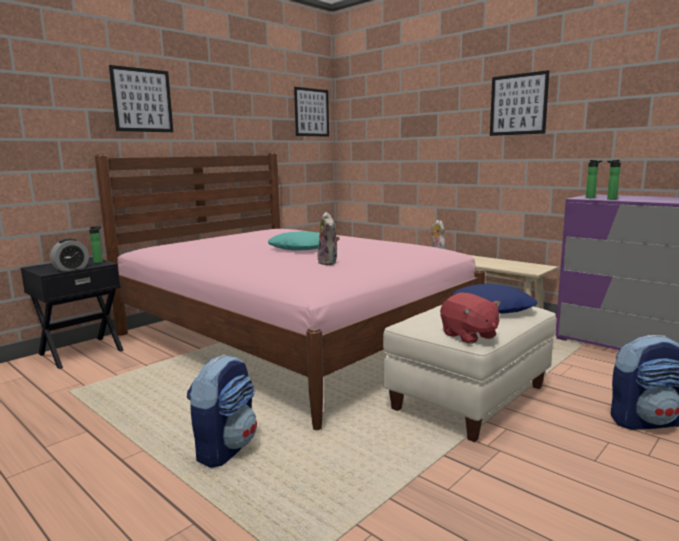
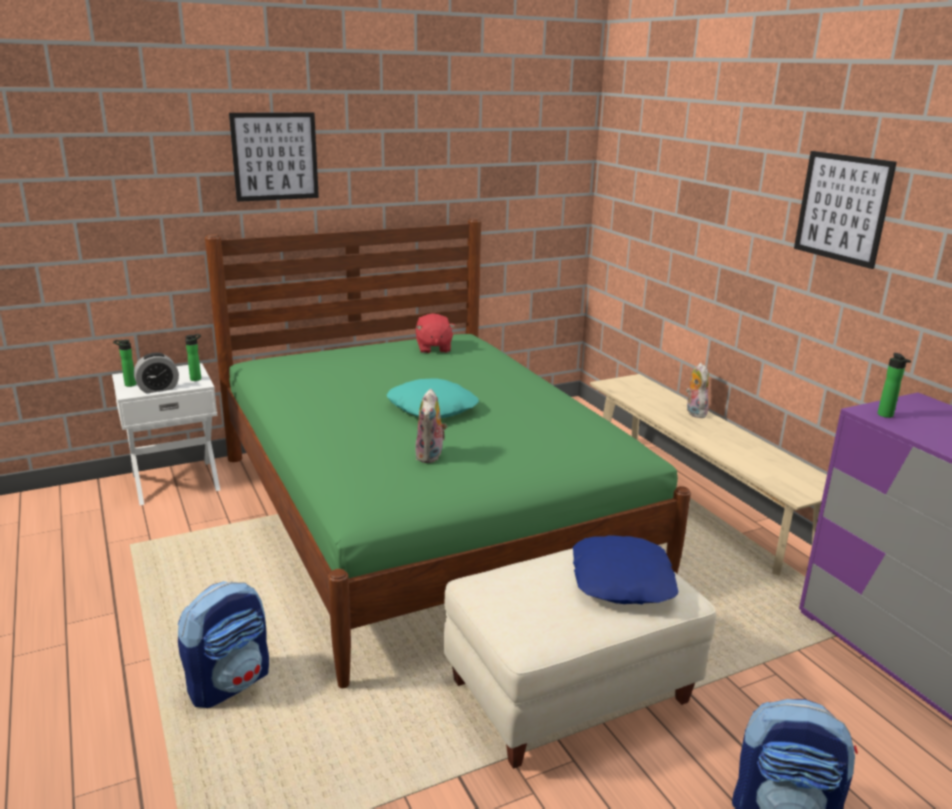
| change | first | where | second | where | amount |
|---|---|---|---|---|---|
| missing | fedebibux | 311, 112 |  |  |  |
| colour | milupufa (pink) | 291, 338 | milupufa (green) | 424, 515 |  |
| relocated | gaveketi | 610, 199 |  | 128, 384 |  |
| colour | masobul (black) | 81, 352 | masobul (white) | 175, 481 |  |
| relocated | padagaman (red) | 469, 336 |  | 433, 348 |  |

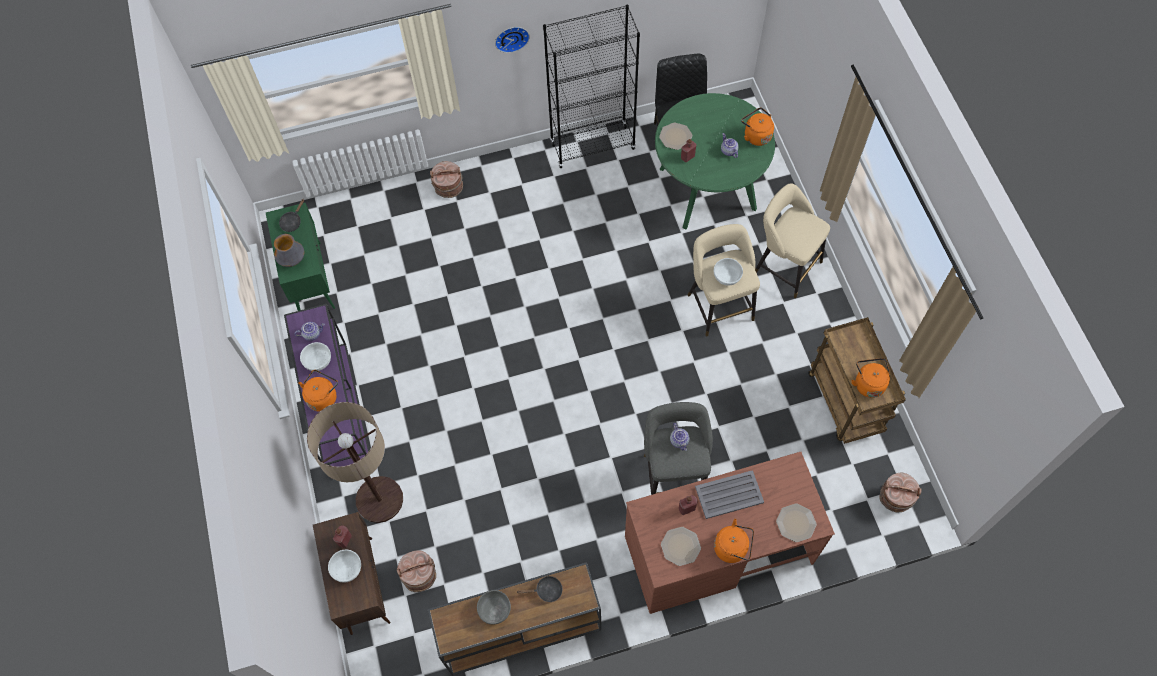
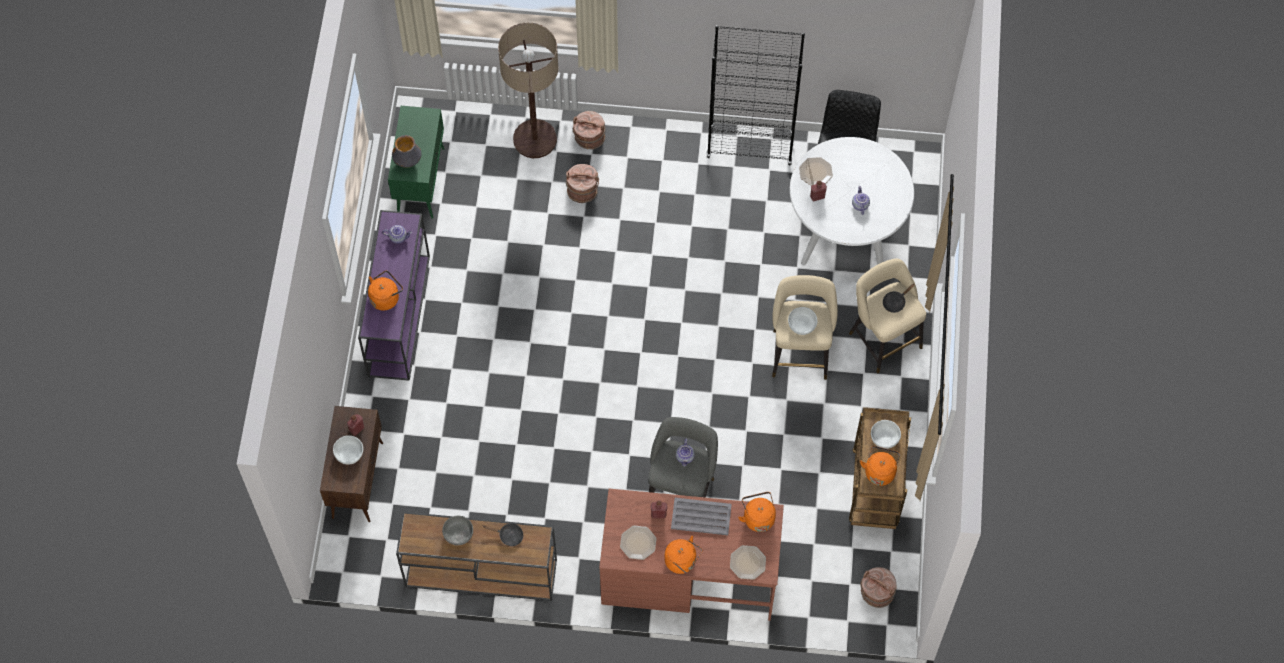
| change | first | where | second | where | amount |
|---|---|---|---|---|---|
| missing | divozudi | 511, 37 |  |  |  |
| colour | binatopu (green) | 707, 188 | binatopu (white) | 845, 232 |  |
| relocated | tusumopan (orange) | 756, 135 |  | 758, 517 |  |
| relocated | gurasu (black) | 292, 221 |  | 895, 302 |  |
| relocated | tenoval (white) | 317, 360 |  | 884, 438 |  |
| relocated | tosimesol | 379, 499 |  | 535, 139 |  |
| relocated | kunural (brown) | 419, 575 |  | 582, 191 |  |

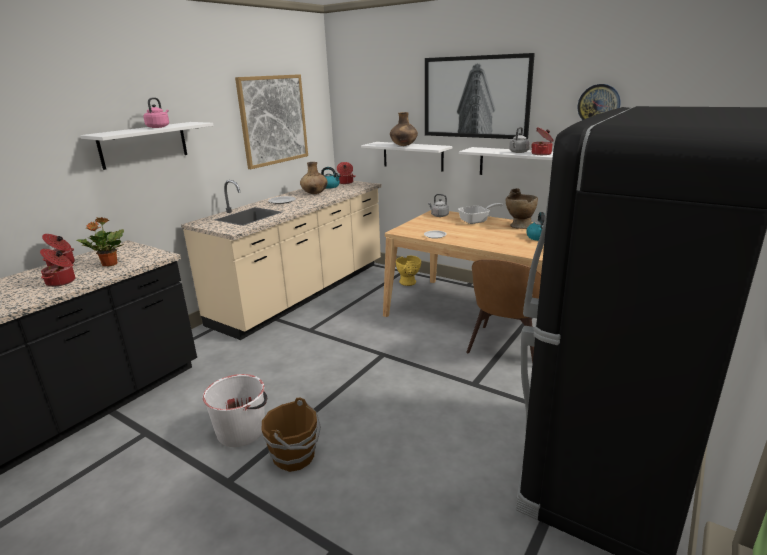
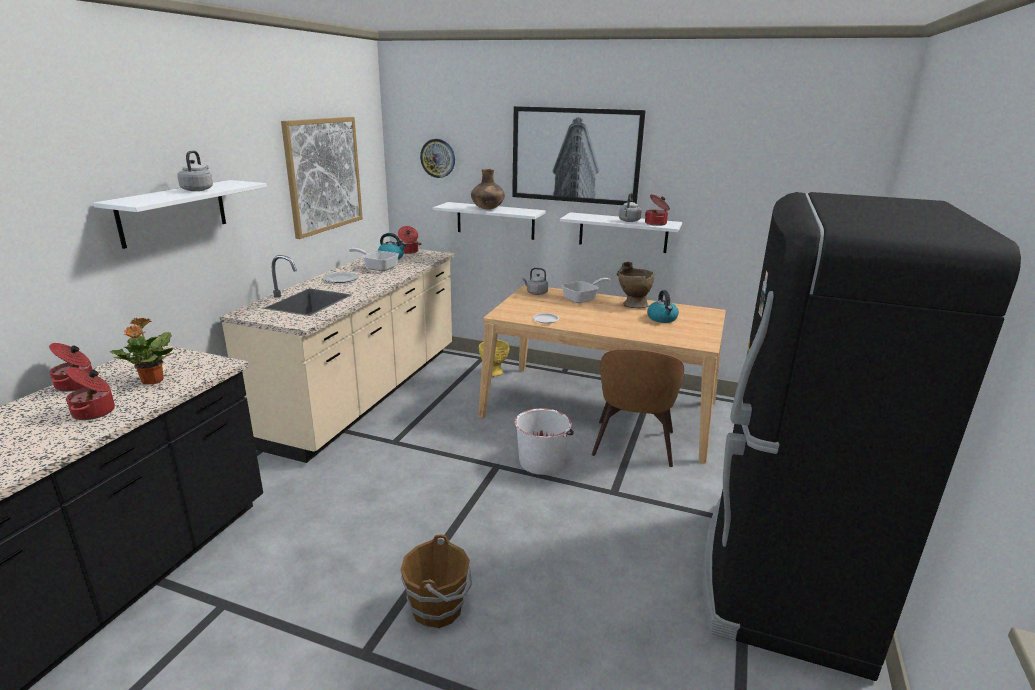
| change | first | where | second | where | amount |
|---|---|---|---|---|---|
| relocated | divozudi | 598, 105 |  | 438, 158 |  |
| colour | tusumopan (pink) | 159, 127 | tusumopan (grey) | 198, 189 |  |
| exchanged | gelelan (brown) | 314, 193 | gurasu | 377, 267 |  |
| relocated | kunural (white) | 242, 431 |  | 542, 462 |  |

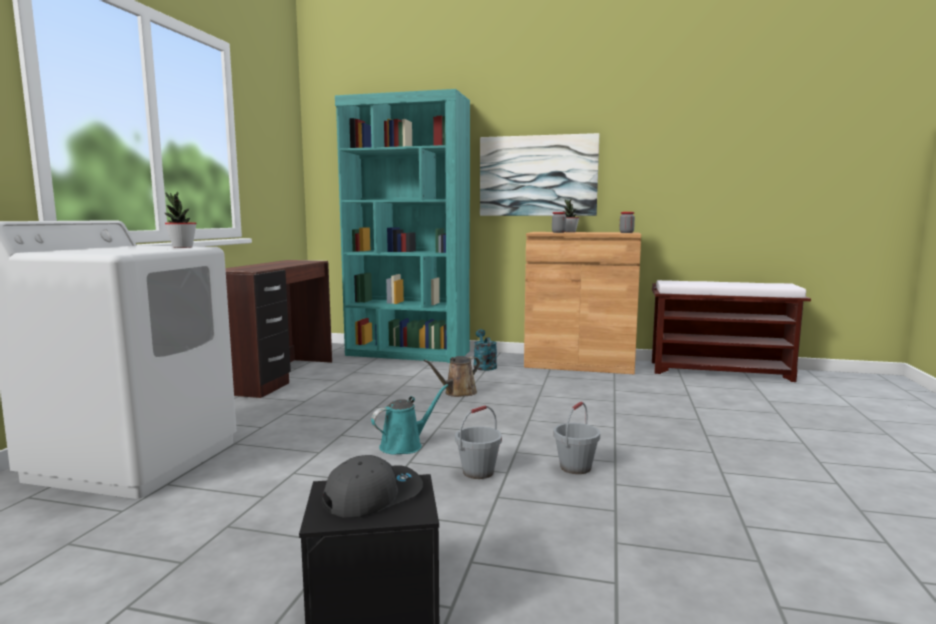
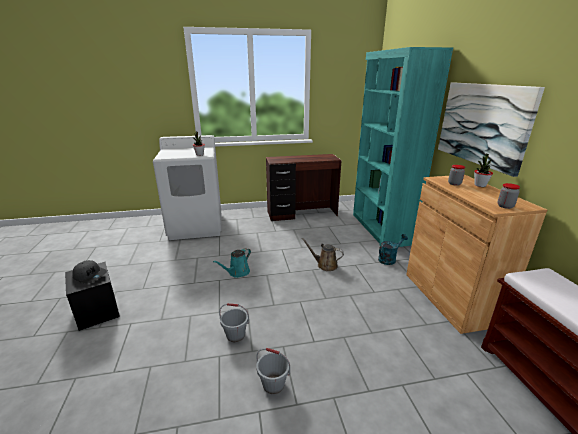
| change | first | where | second | where | amount |
|---|---|---|---|---|---|
| spun | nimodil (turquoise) | 404, 445 |  | 237, 273 | 105 degrees clockwise |
| relocated | kunural (grey) | 478, 472 |  | 273, 384 |  |

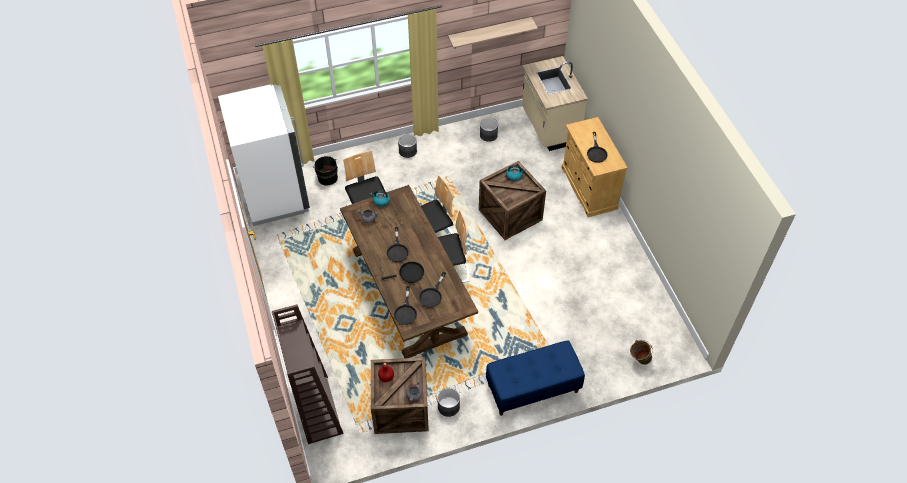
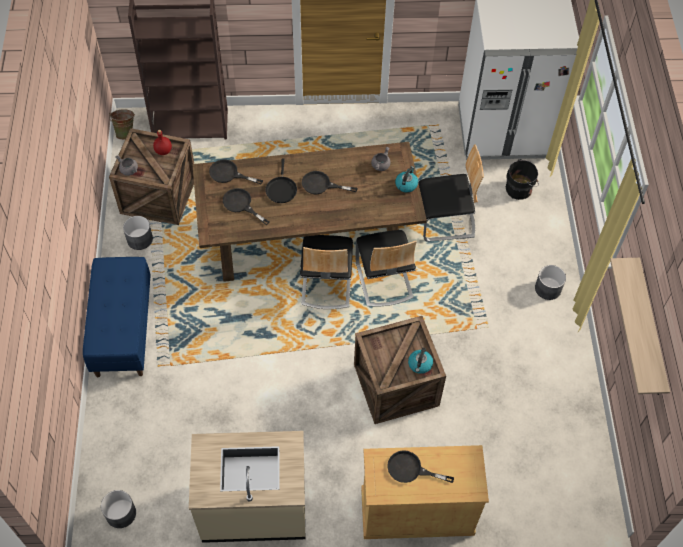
| change | first | where | second | where | amount |
|---|---|---|---|---|---|
| relocated | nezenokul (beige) | 549, 127 |  | 254, 506 |  |
| relocated | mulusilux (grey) | 488, 135 |  | 120, 513 |  |
| relocated | kunural (green) | 638, 360 |  | 126, 132 |  |

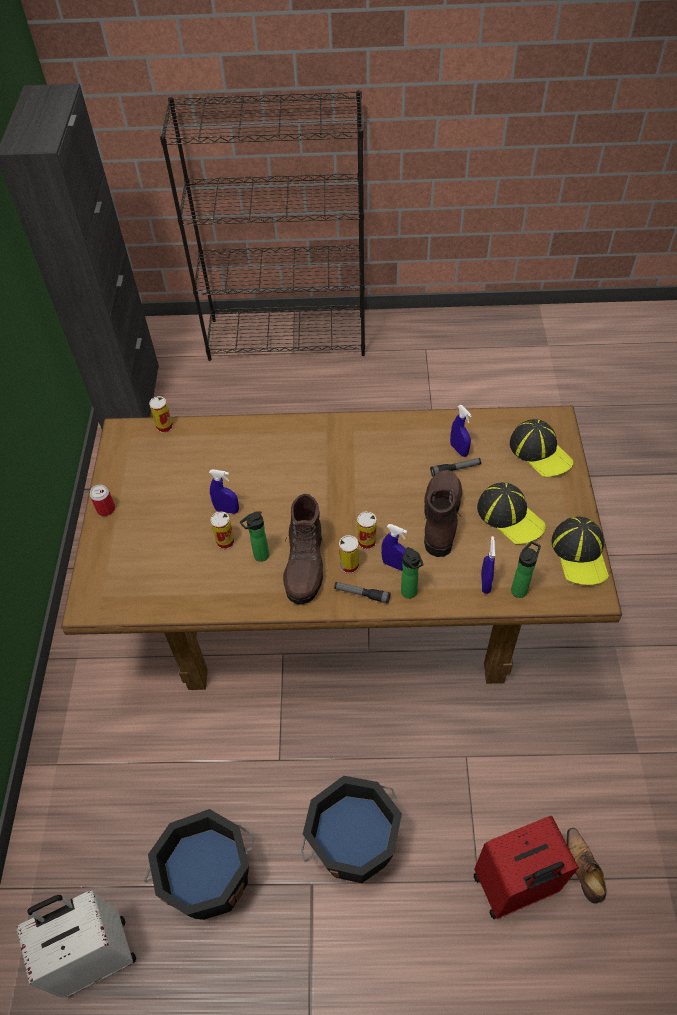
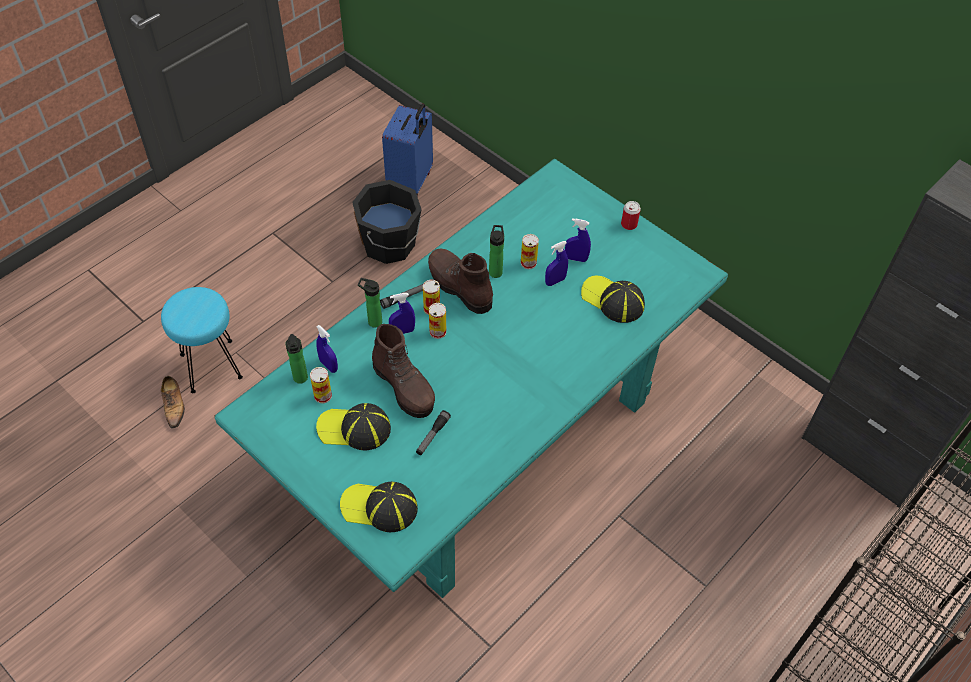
| change | first | where | second | where | amount |
|---|---|---|---|---|---|
| relocated | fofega | 164, 427 |  | 323, 396 |  |
| relocated | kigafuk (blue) | 459, 450 |  | 576, 258 |  |
| colour | binatopu (brown) | 345, 603 | binatopu (turquoise) | 482, 439 |  |
| relocated | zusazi | 580, 554 |  | 612, 300 |  |
| missing | kunural (black) | 353, 844 |  |  |  |
| exchanged | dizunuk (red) | 514, 886 | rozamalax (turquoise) | 211, 365 |  |
| spun | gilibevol | 583, 868 |  | 174, 405 | 45 degrees clockwise |
| colour | dizunuk (white) | 96, 953 | dizunuk (blue) | 411, 182 |  |

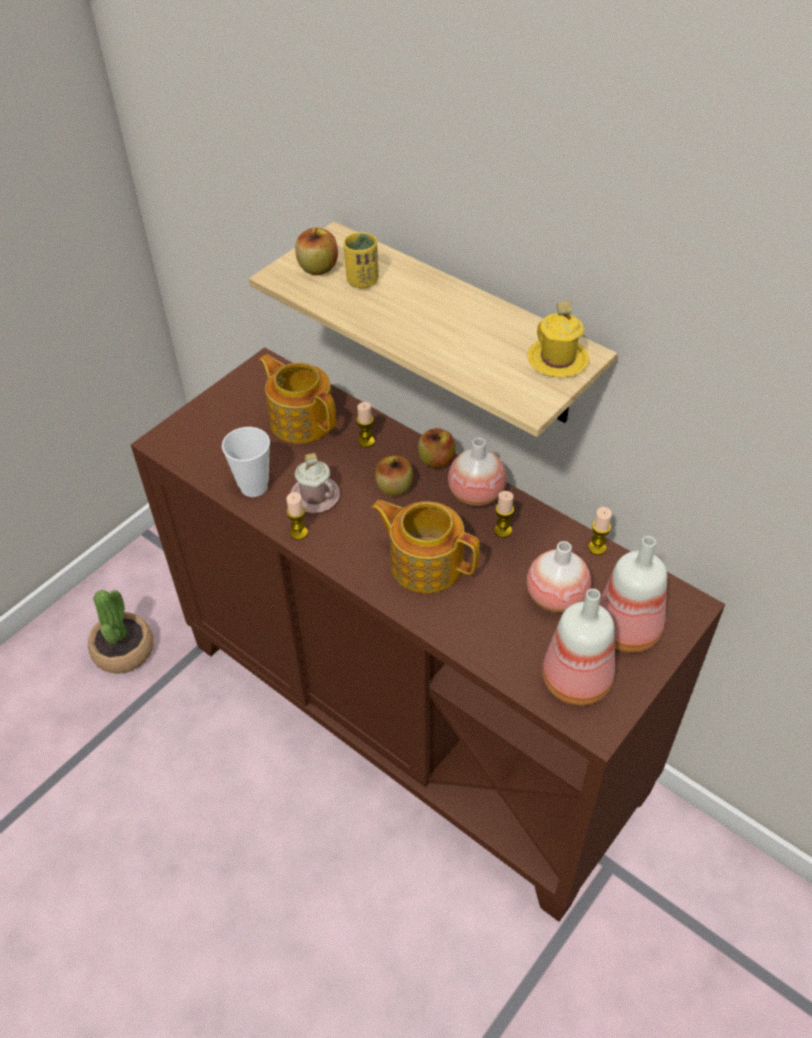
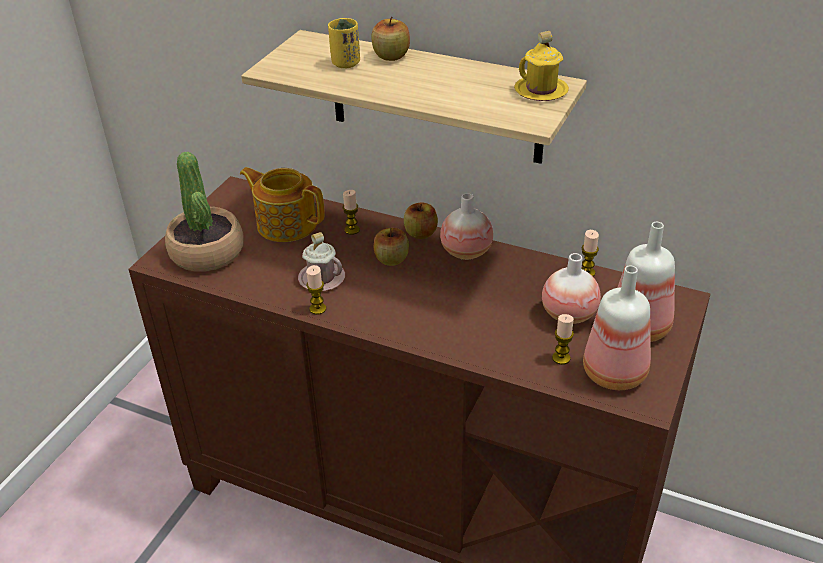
| change | first | where | second | where | amount |
|---|---|---|---|---|---|
| relocated | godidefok | 318, 268 |  | 391, 56 |  |
| missing | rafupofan | 254, 487 |  |  |  |
| relocated | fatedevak | 503, 530 |  | 561, 358 |  |
| missing | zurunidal | 425, 563 |  |  |  |
| relocated | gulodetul | 124, 650 |  | 207, 252 |  |

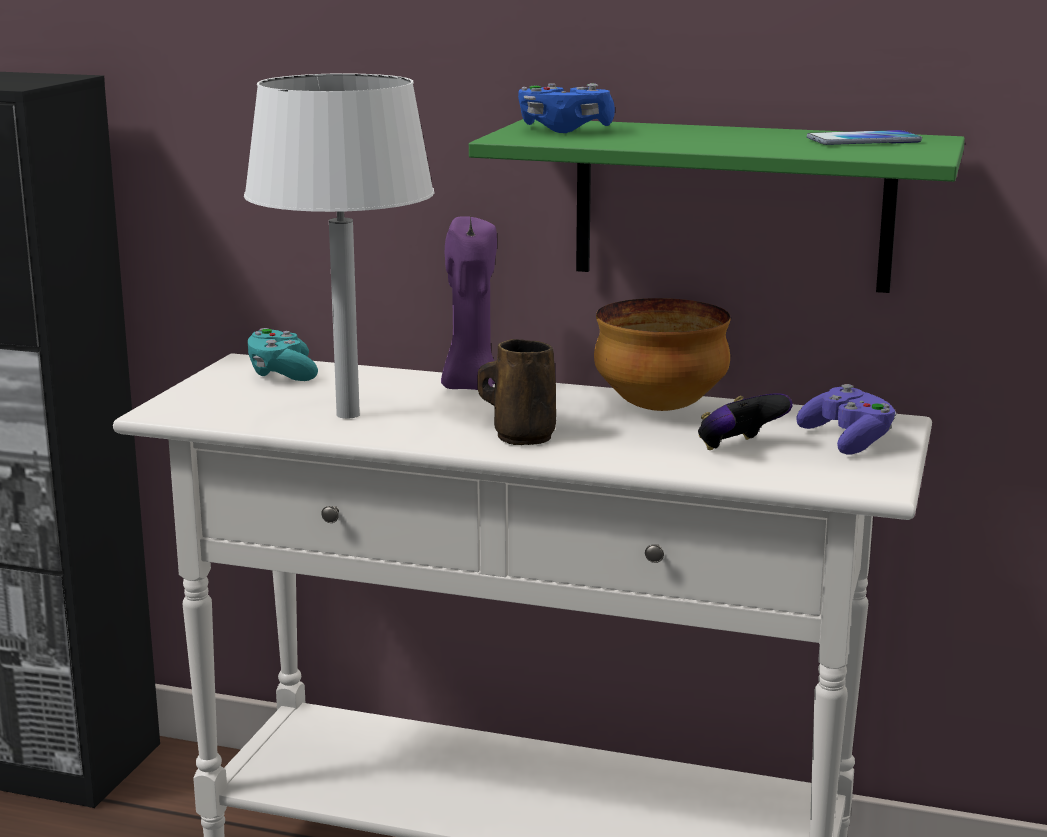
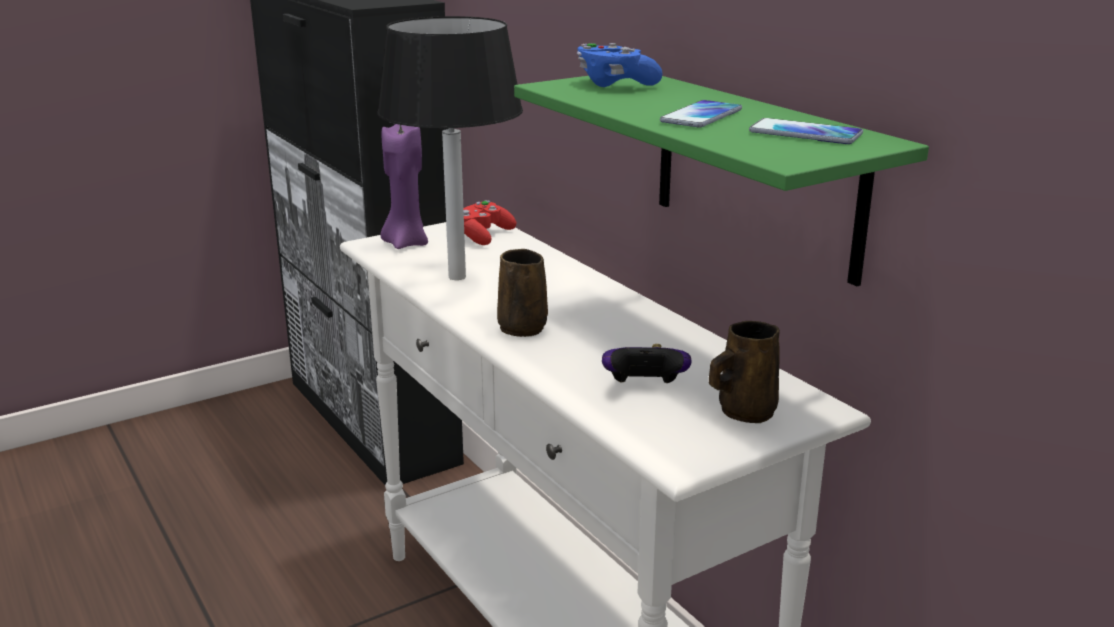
| change | first | where | second | where | amount |
|---|---|---|---|---|---|
| colour | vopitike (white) | 348, 415 | vopitike (black) | 456, 277 |  |
| relocated | fatedevak (purple) | 470, 386 |  | 405, 243 |  |
| missing | tenoval | 658, 408 |  |  |  |
| colour | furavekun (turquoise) | 282, 374 | furavekun (red) | 483, 236 |  |
| exchanged | furavekun (purple) | 848, 440 | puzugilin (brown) | 744, 412 |  |
| appeared |  |  | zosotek | 701, 116 |  |

